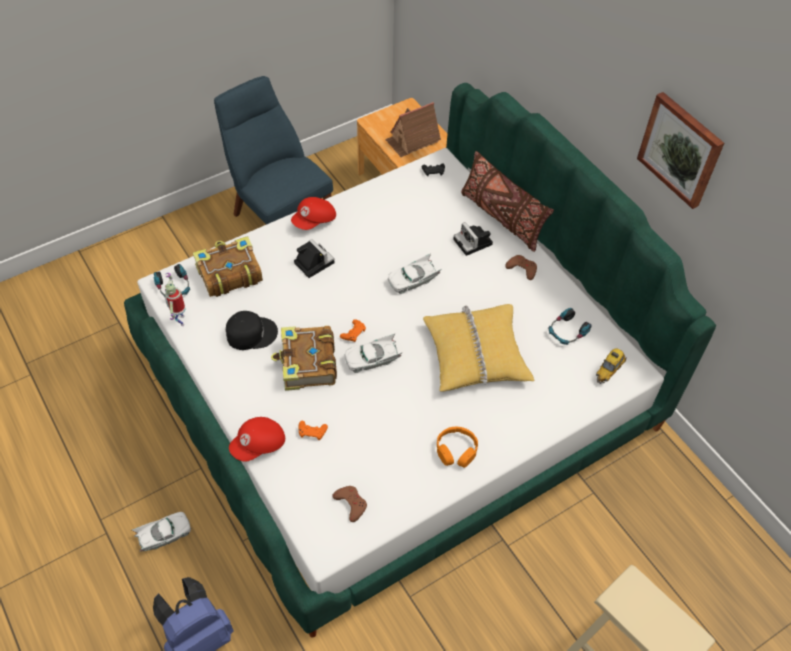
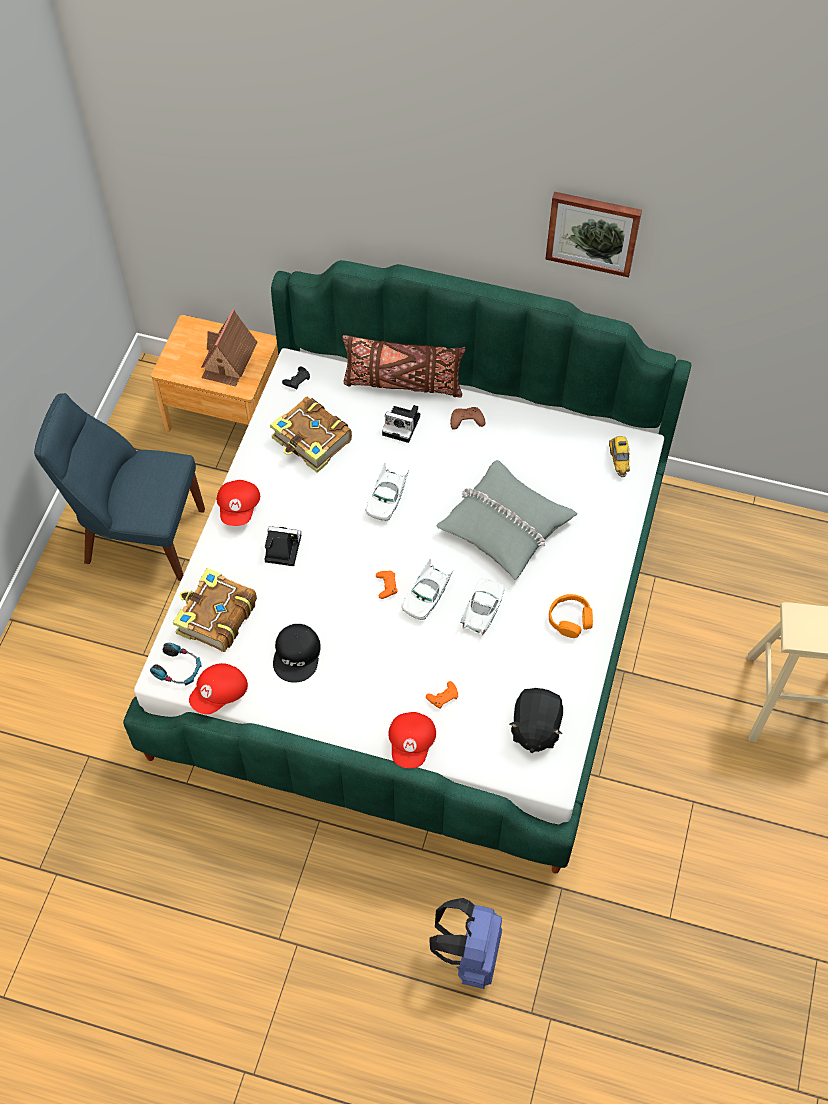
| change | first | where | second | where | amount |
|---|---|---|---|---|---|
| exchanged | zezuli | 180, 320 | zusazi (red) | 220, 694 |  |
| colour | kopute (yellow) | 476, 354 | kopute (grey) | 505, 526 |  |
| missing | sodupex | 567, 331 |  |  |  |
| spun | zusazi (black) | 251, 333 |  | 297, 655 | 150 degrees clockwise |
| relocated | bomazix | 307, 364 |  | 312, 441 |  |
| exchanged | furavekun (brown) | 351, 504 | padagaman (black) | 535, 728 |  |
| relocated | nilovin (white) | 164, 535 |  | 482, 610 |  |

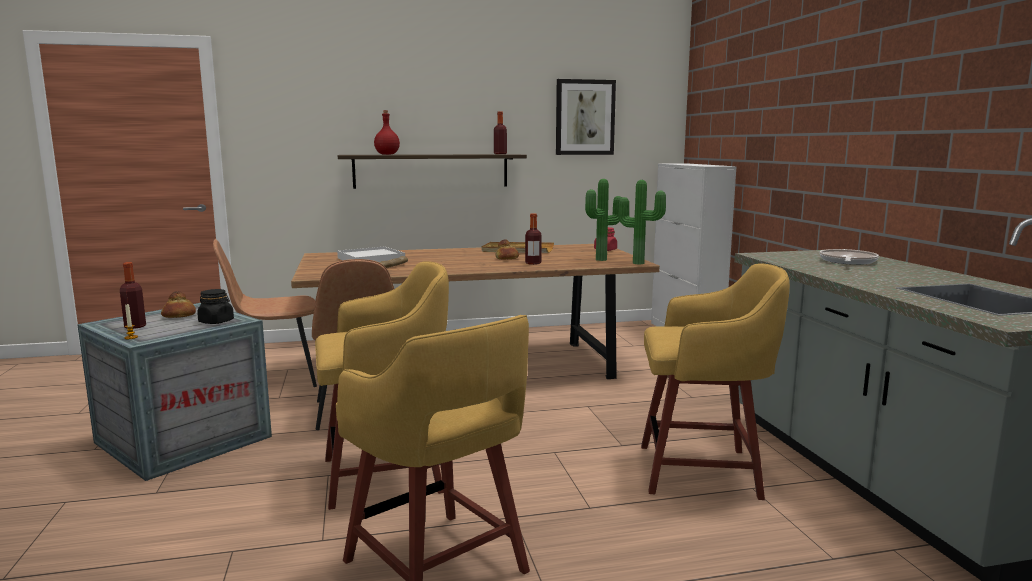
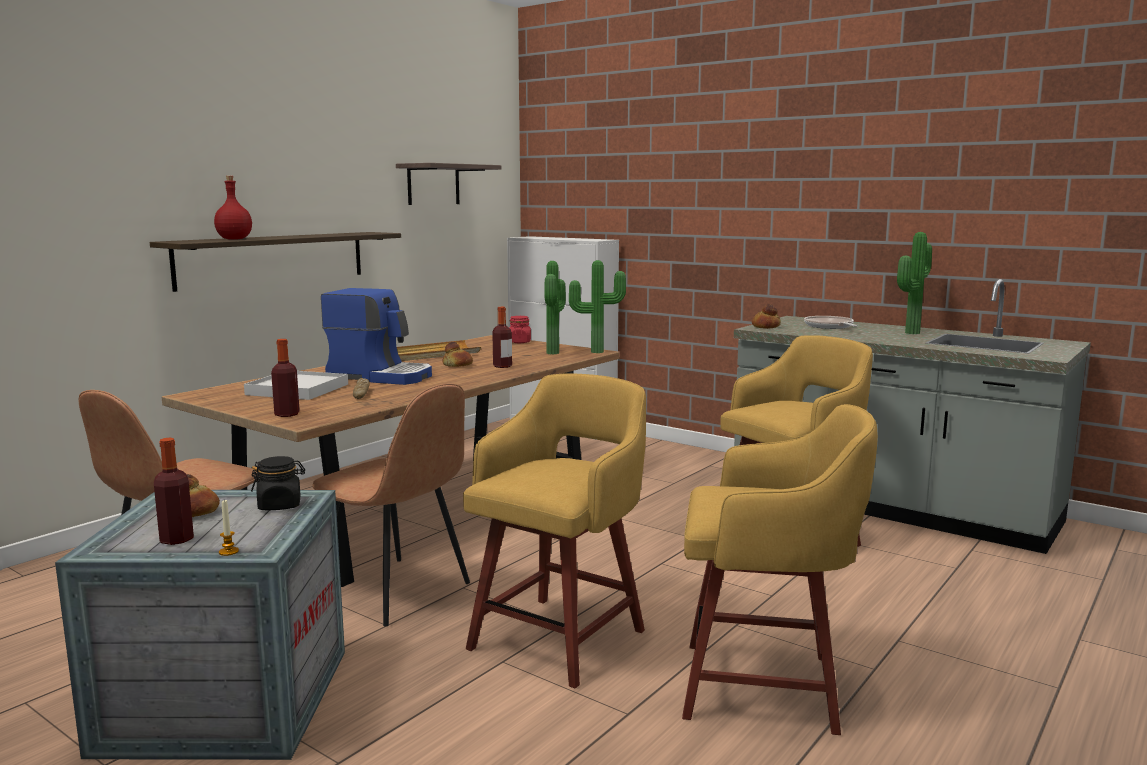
| change | first | where | second | where | amount |
|---|---|---|---|---|---|
| exchanged | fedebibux | 585, 117 | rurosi | 433, 184 |  |
| relocated | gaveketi | 500, 154 |  | 287, 414 |  |
| appeared |  |  | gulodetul | 909, 332 |  |
| appeared |  |  | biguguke | 380, 376 |  |
| appeared |  |  | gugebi | 766, 326 |  |

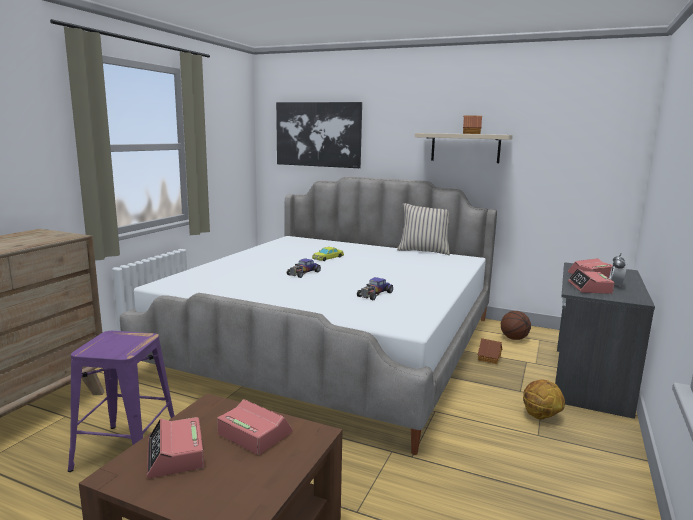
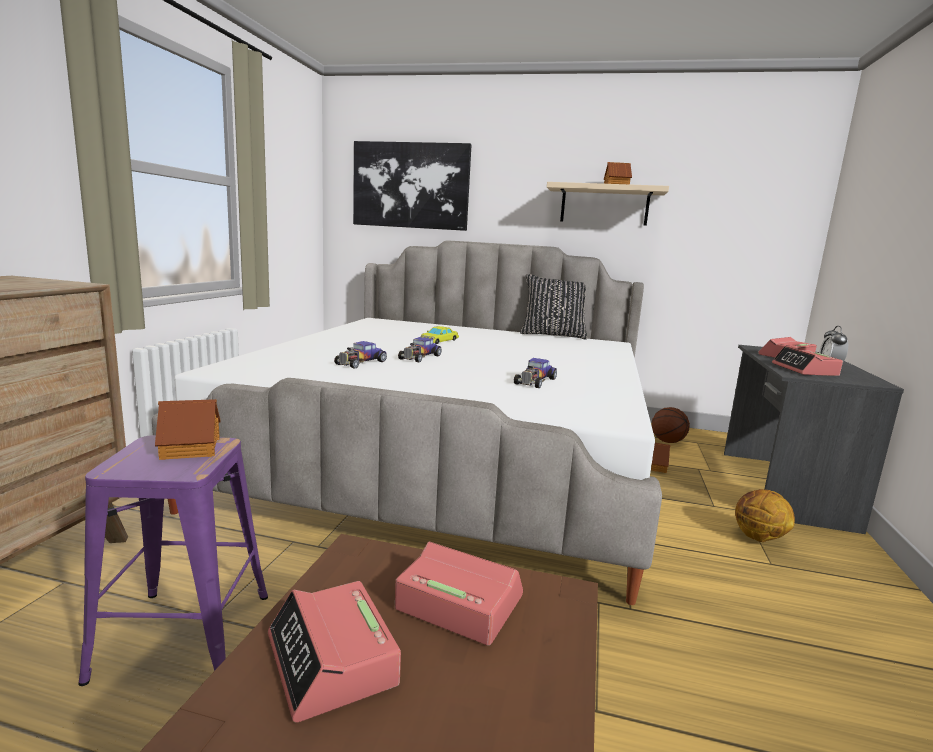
| change | first | where | second | where | amount |
|---|---|---|---|---|---|
| colour | kopute (beige) | 424, 251 | kopute (black) | 553, 335 |  |
| appeared |  |  | nilovin | 360, 363 |  |
| appeared |  |  | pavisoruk | 192, 448 |  |

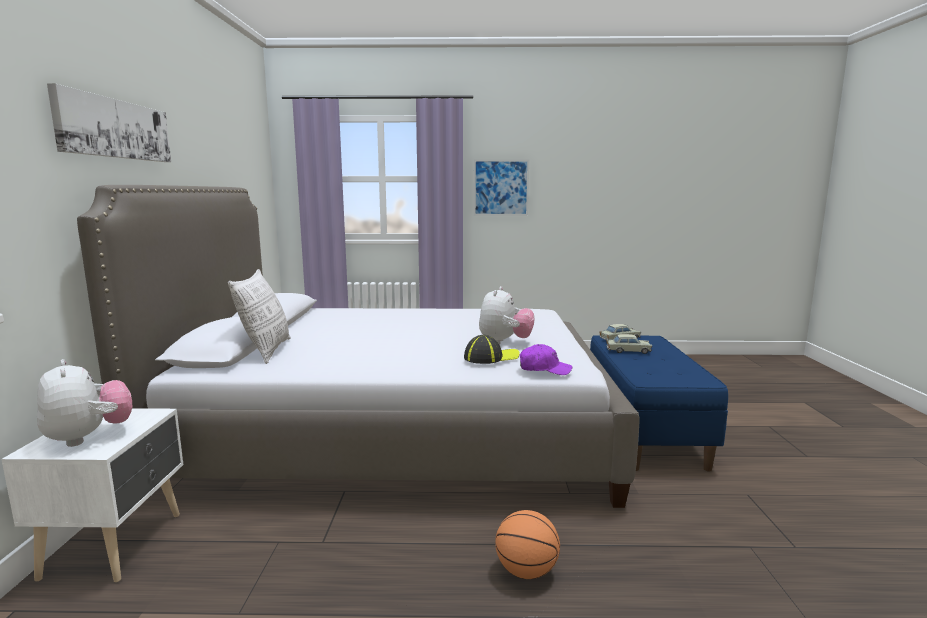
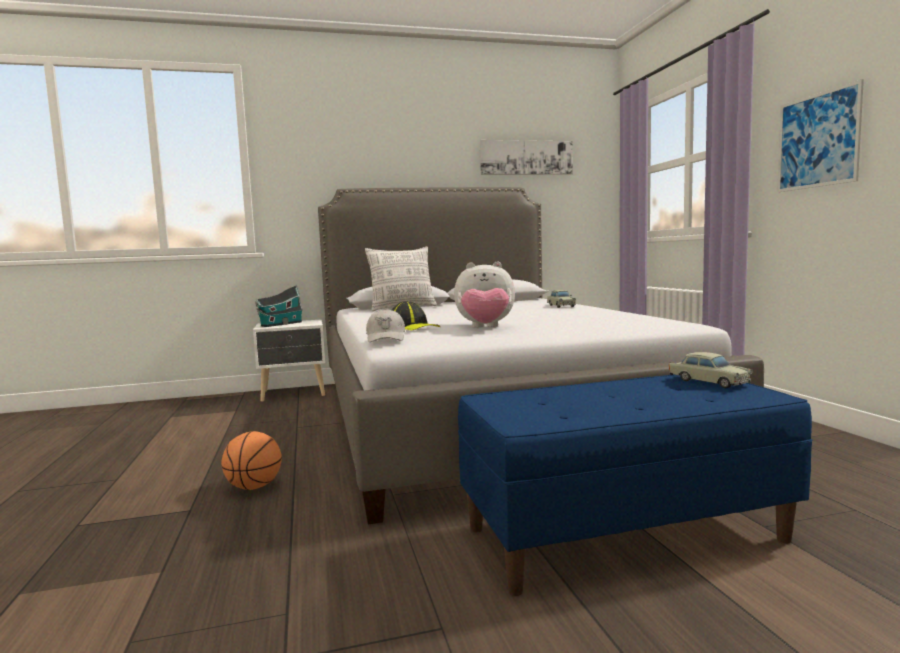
| change | first | where | second | where | amount |
|---|---|---|---|---|---|
| relocated | fedebibux | 115, 129 |  | 526, 158 |  |
| relocated | nilovin (beige) | 628, 351 |  | 561, 306 |  |
| colour | zusazi (purple) | 544, 369 | zusazi (white) | 386, 338 |  |
| exchanged | padagaman | 89, 437 | pavisoruk | 280, 324 |  |

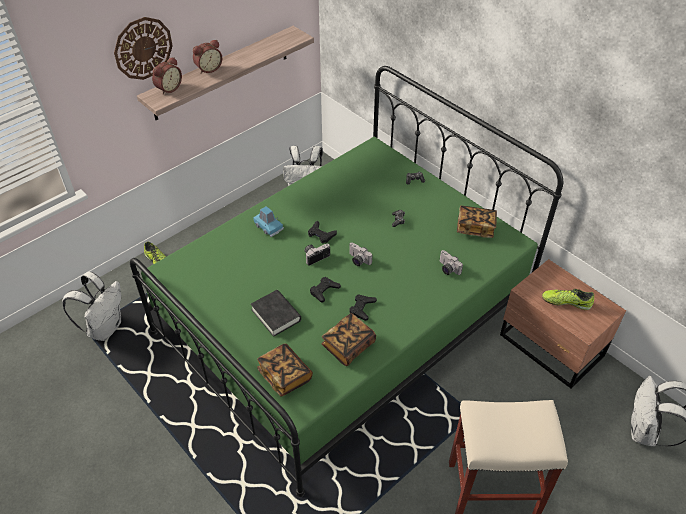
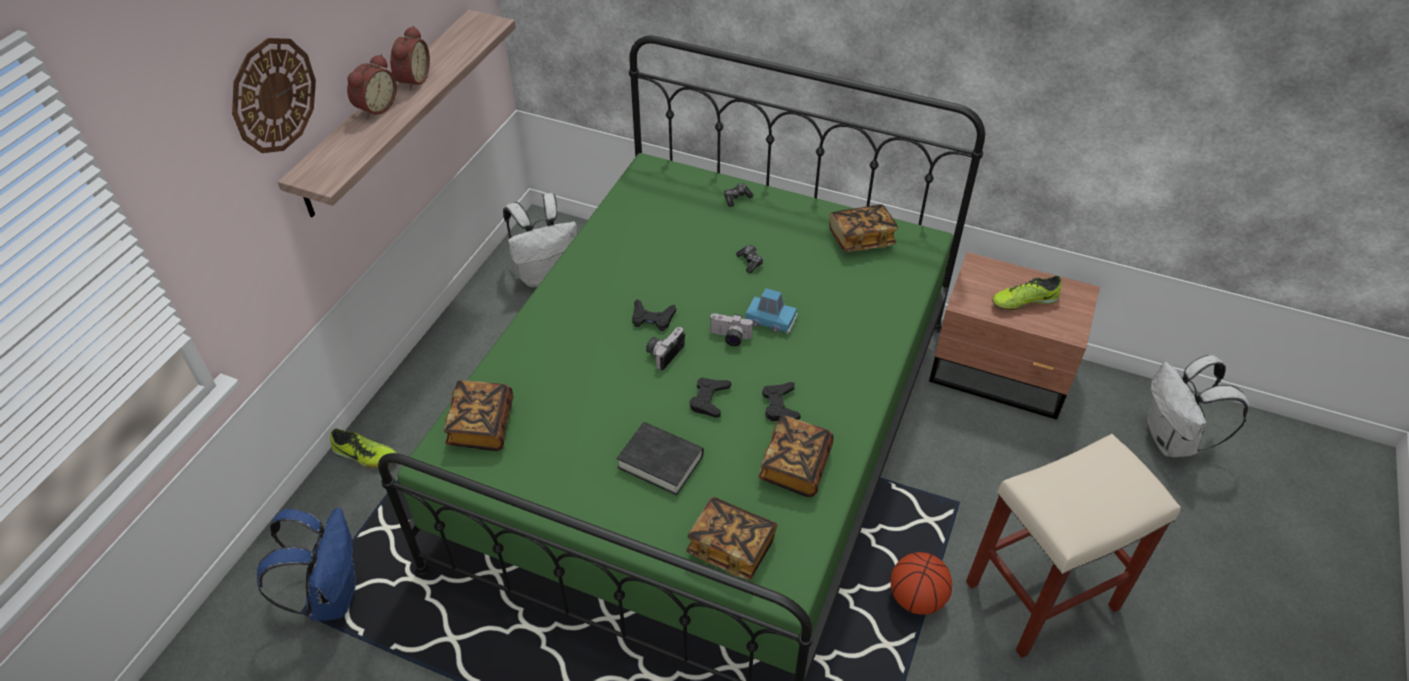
| change | first | where | second | where | amount |
|---|---|---|---|---|---|
| relocated | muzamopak | 168, 88 |  | 412, 79 |  |
| relocated | nilovin (blue) | 268, 227 |  | 771, 320 |  |
| missing | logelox | 447, 269 |  |  |  |
| colour | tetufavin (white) | 105, 327 | tetufavin (blue) | 332, 594 |  |
| appeared |  |  | bomazix | 481, 426 |  |
| appeared |  |  | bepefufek | 916, 598 |  |

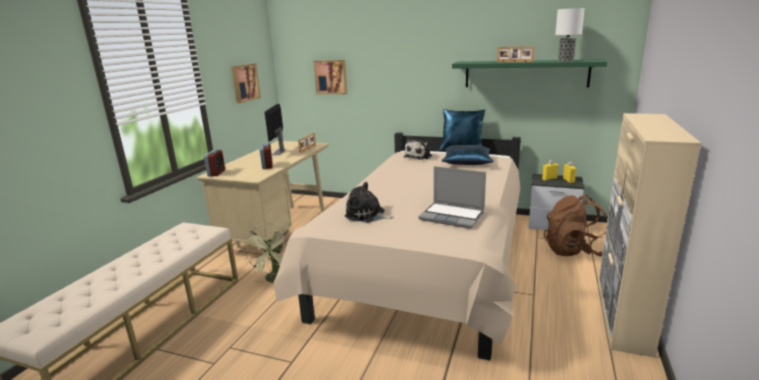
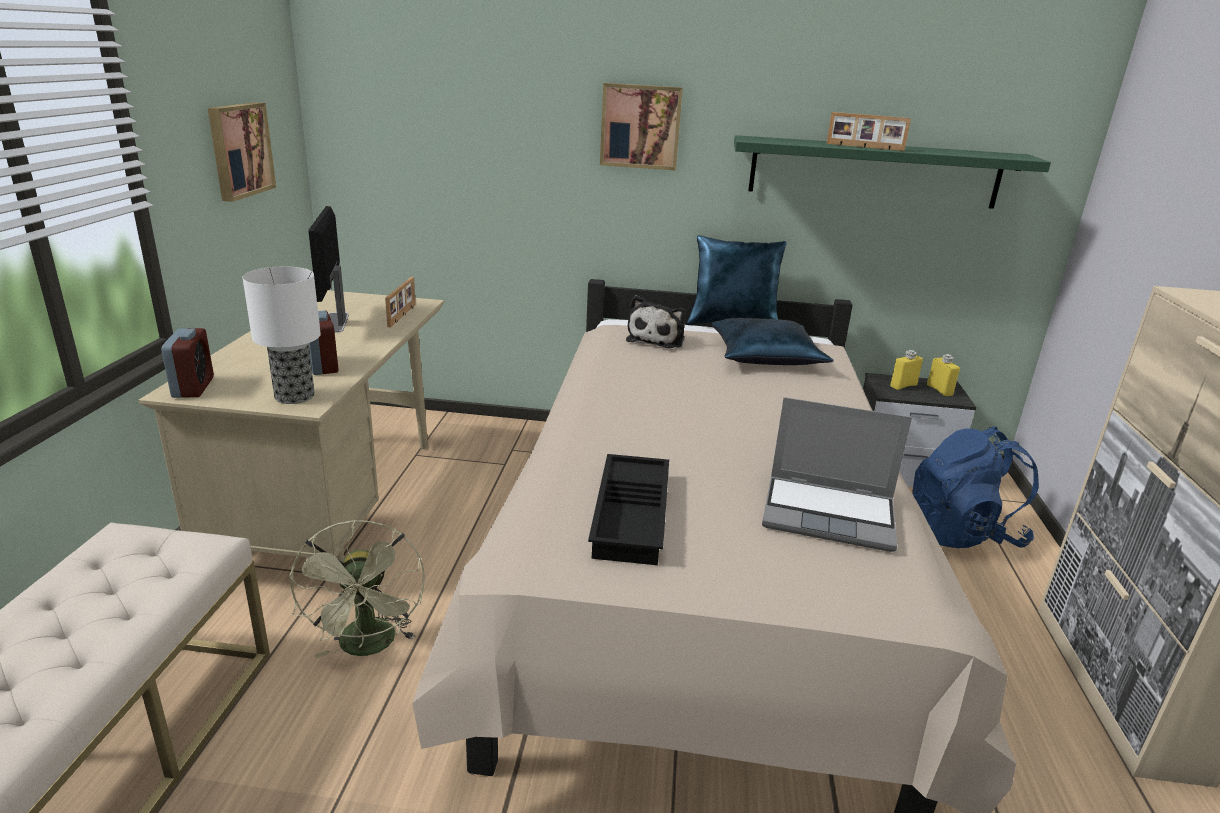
| change | first | where | second | where | amount |
|---|---|---|---|---|---|
| relocated | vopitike | 565, 61 |  | 293, 396 |  |
| relocated | fedebibux | 331, 77 |  | 640, 126 |  |
| exchanged | padagaman | 367, 215 | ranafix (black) | 633, 516 |  |
| colour | tetufavin (brown) | 574, 251 | tetufavin (blue) | 962, 533 |  |

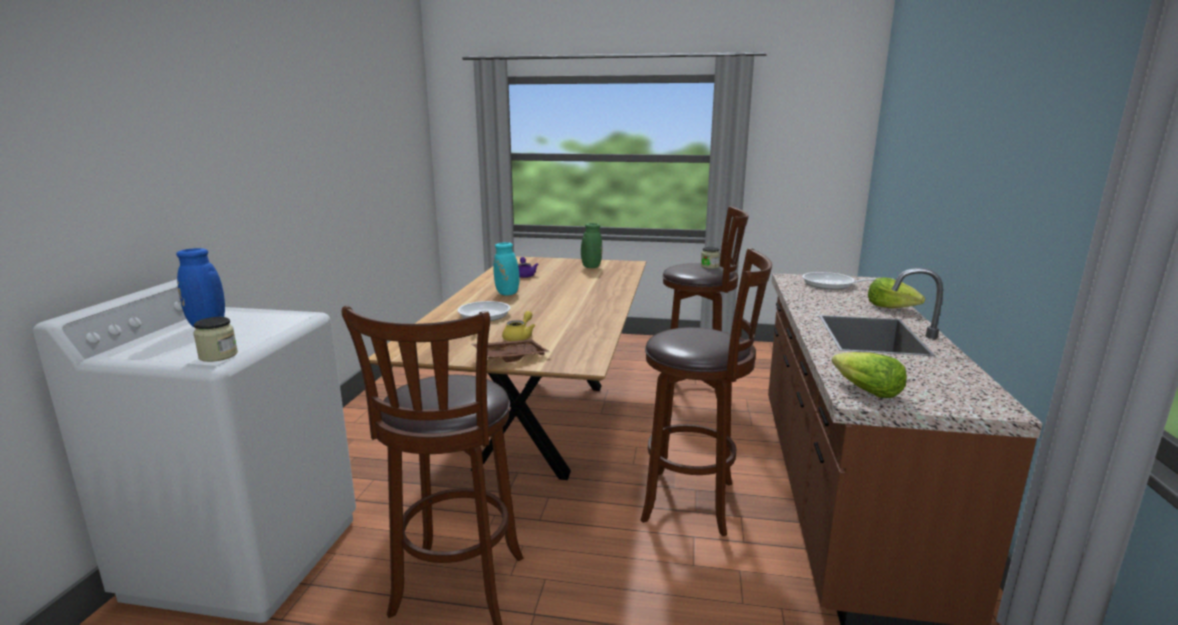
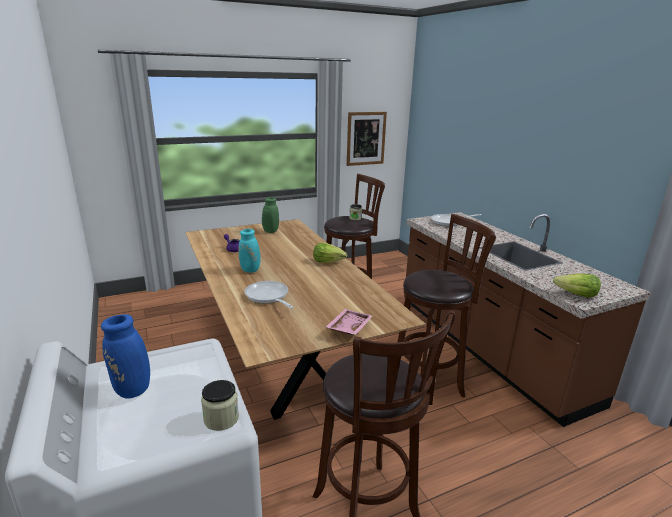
| change | first | where | second | where | amount |
|---|---|---|---|---|---|
| relocated | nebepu | 892, 307 |  | 328, 261 |  |
| missing | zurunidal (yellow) | 519, 337 |  |  |  |
| colour | ranafix (brown) | 510, 357 | ranafix (pink) | 348, 327 |  |
| appeared |  |  | fedebibux | 366, 138 |  |

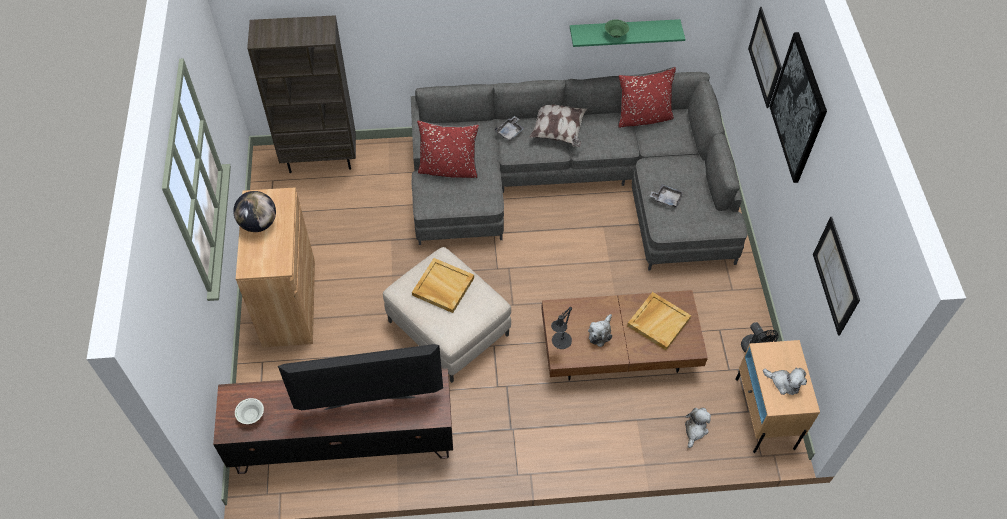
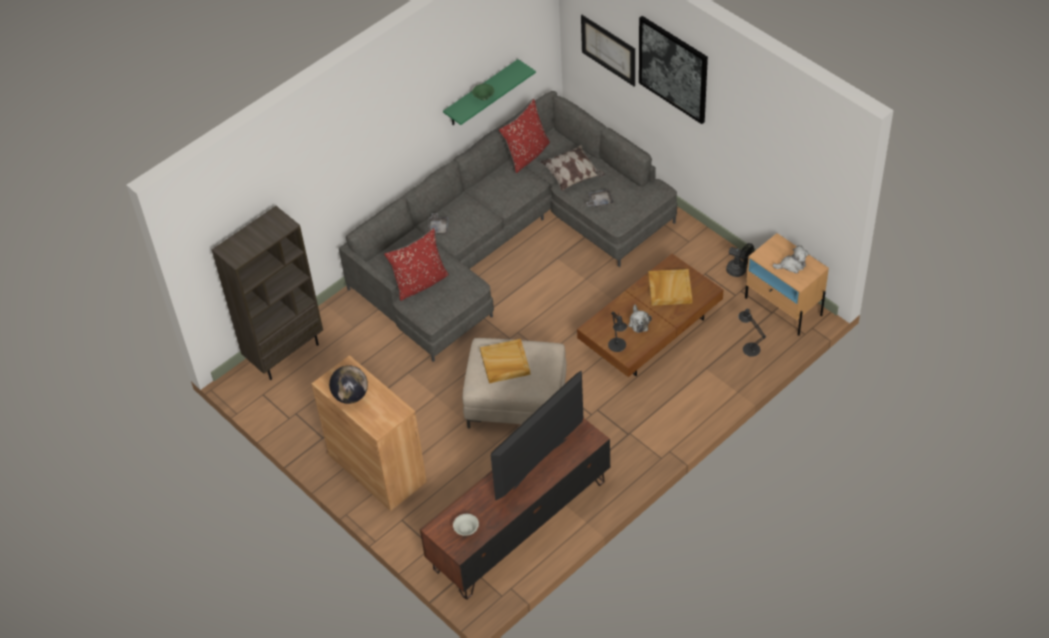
| change | first | where | second | where | amount |
|---|---|---|---|---|---|
| relocated | kopute | 558, 131 |  | 572, 176 |  |
| missing | fedebibux | 836, 276 |  |  |  |
| exchanged | padagaman | 695, 430 | vopitike (black) | 749, 348 |  |

